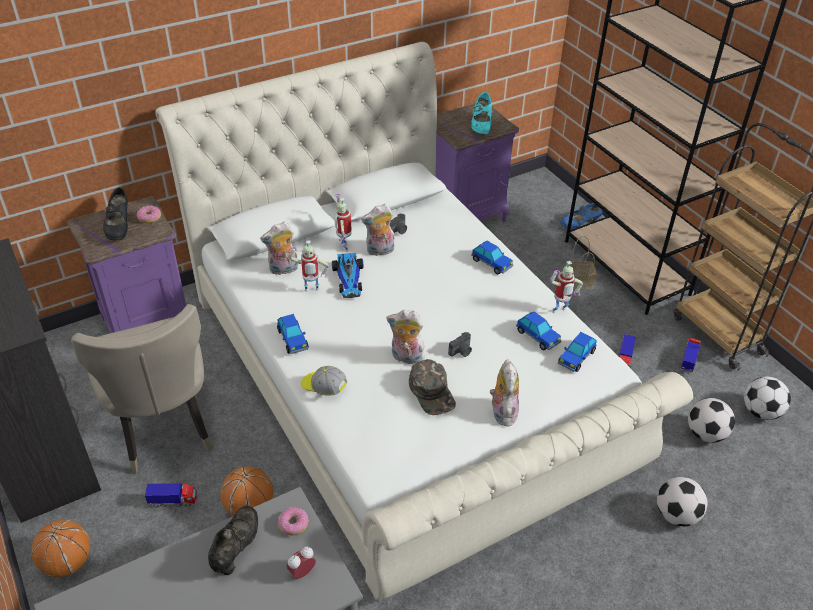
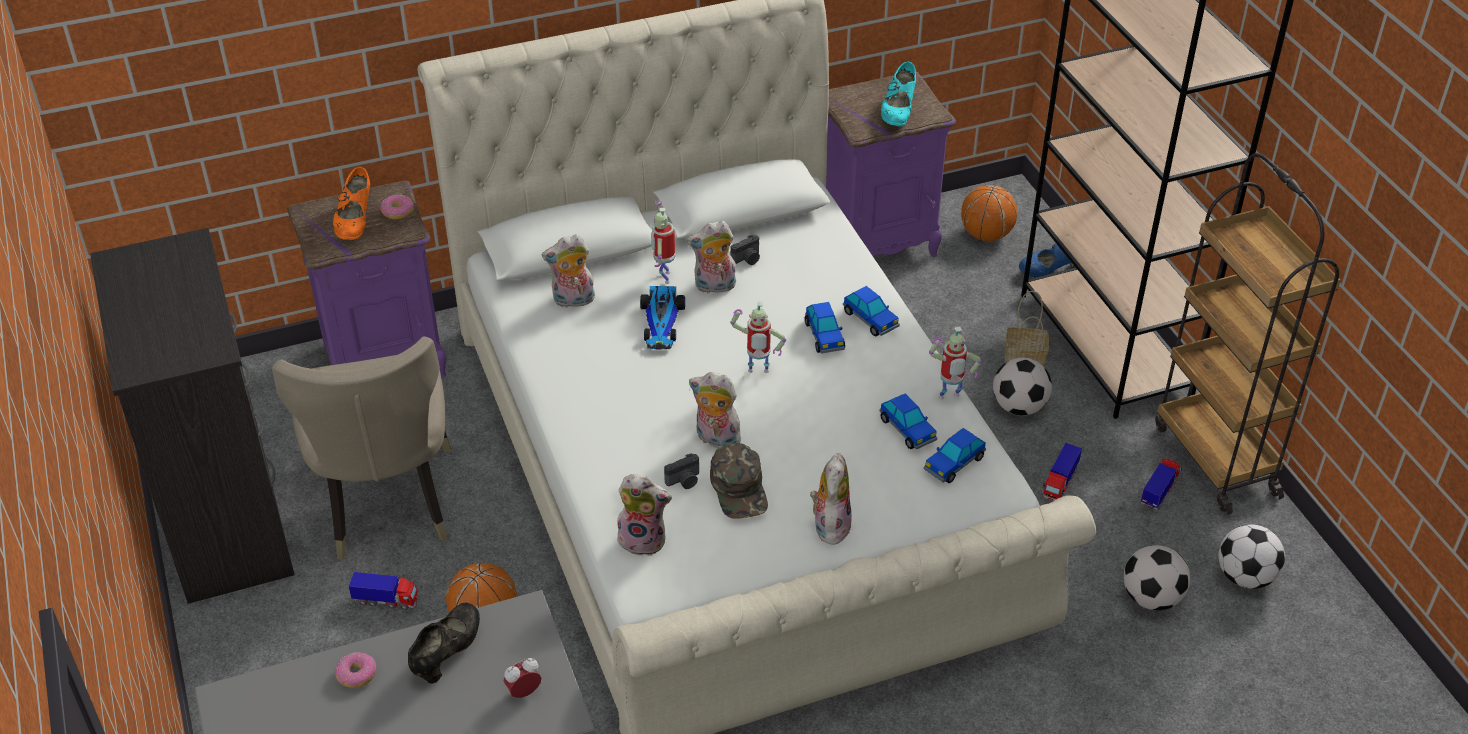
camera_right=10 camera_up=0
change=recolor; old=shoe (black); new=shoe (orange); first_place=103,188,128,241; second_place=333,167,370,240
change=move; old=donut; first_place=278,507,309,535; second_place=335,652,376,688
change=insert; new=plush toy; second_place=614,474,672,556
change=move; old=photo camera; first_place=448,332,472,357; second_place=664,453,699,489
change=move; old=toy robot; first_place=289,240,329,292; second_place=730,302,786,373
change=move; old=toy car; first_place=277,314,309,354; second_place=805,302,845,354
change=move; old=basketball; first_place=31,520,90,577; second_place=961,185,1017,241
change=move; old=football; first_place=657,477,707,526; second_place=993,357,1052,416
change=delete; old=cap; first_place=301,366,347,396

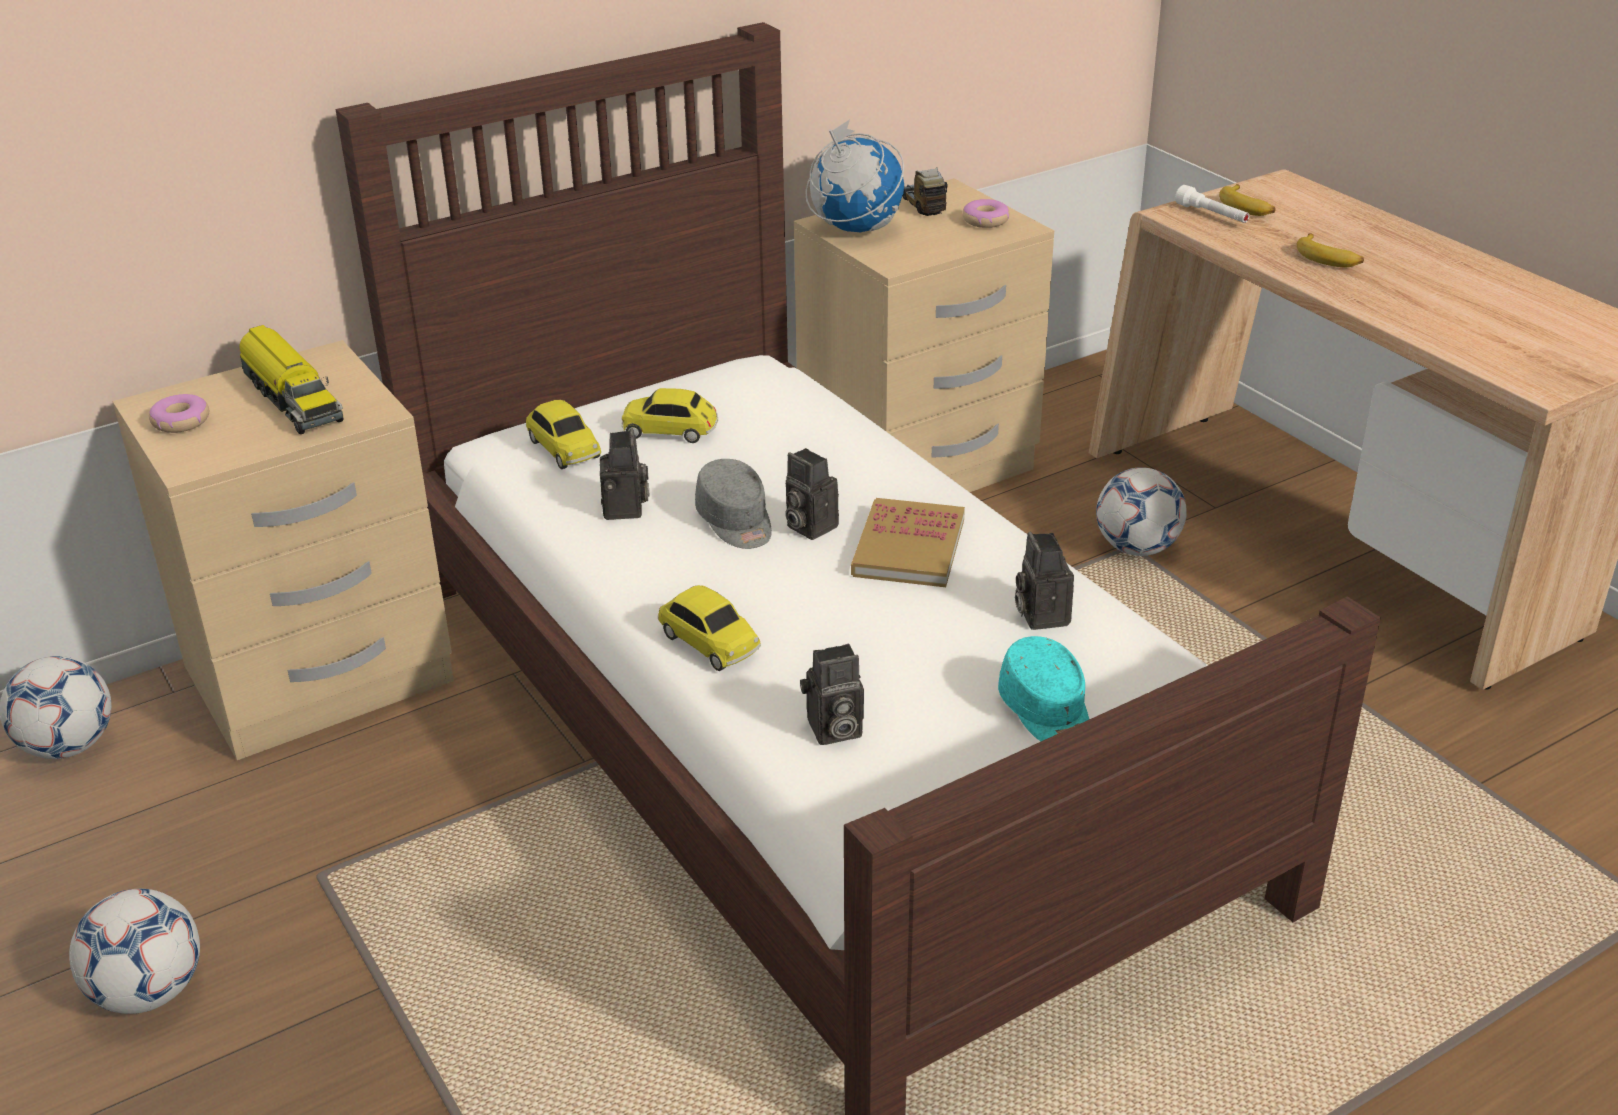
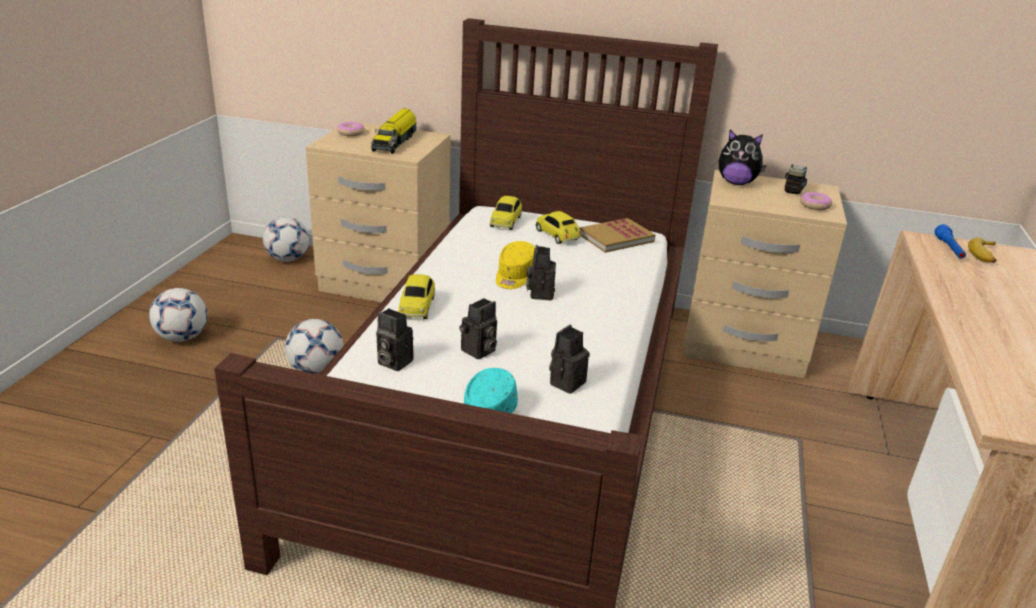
camera_right=45 camera_up=-5
change=move; old=football; first_place=1096,467,1187,556; second_place=285,319,343,374
change=move; old=photo camera; first_place=600,429,650,520; second_place=460,298,497,359
change=recolor; old=cap (grey); new=cap (yellow); first_place=695,459,772,549; second_place=496,241,535,289
change=move; old=book; first_place=851,498,965,587; second_place=579,218,656,253
change=replace; old=globe; new=plush toy; first_place=805,120,904,232; second_place=719,129,767,185
change=recolor; old=flashlight (white); new=flashlight (blue); first_place=1175,185,1249,223; second_place=935,224,966,259
change=delete; old=banana; first_place=1297,233,1364,267

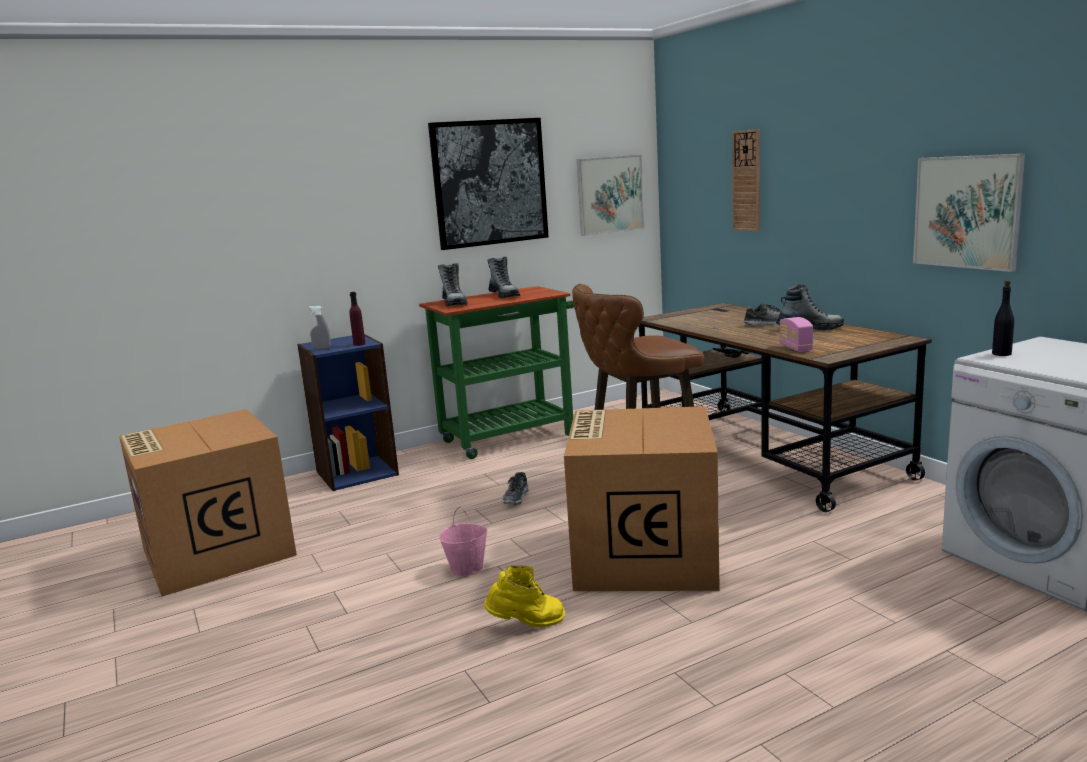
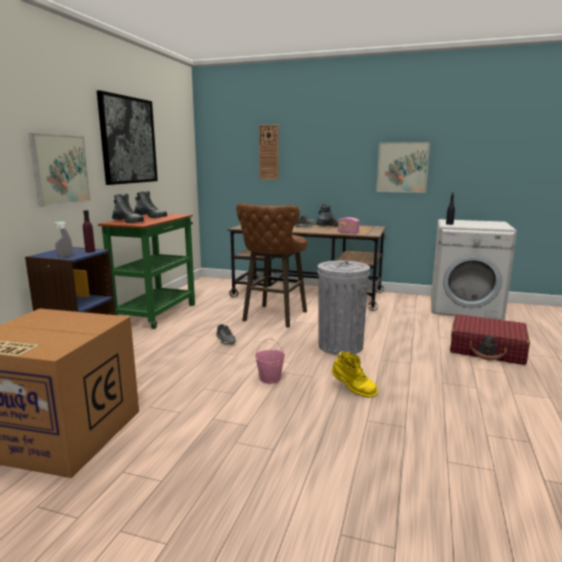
camera_right=-45 camera_up=0
change=move; old=picture; first_place=577,155,644,236; second_place=29,133,91,207
change=replace; old=cardboard box; new=trash can (grey); first_place=564,406,720,591; second_place=318,261,370,355
change=rotate; old=boot (yellow); first_place=484,565,565,627; second_place=332,352,378,398; degrees=90
change=insert; new=suitcase (red); second_place=450,314,530,365

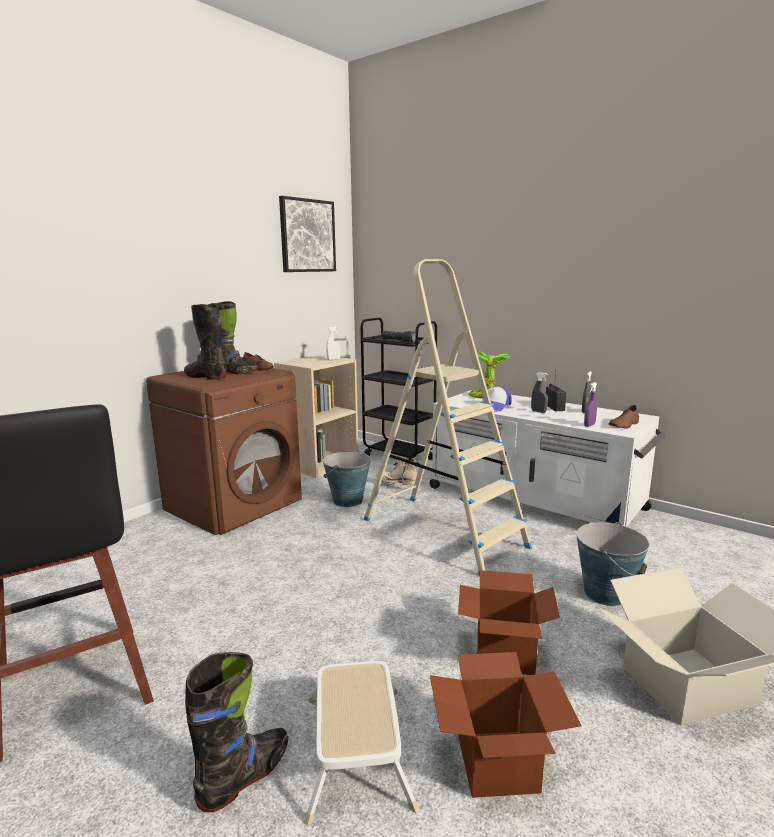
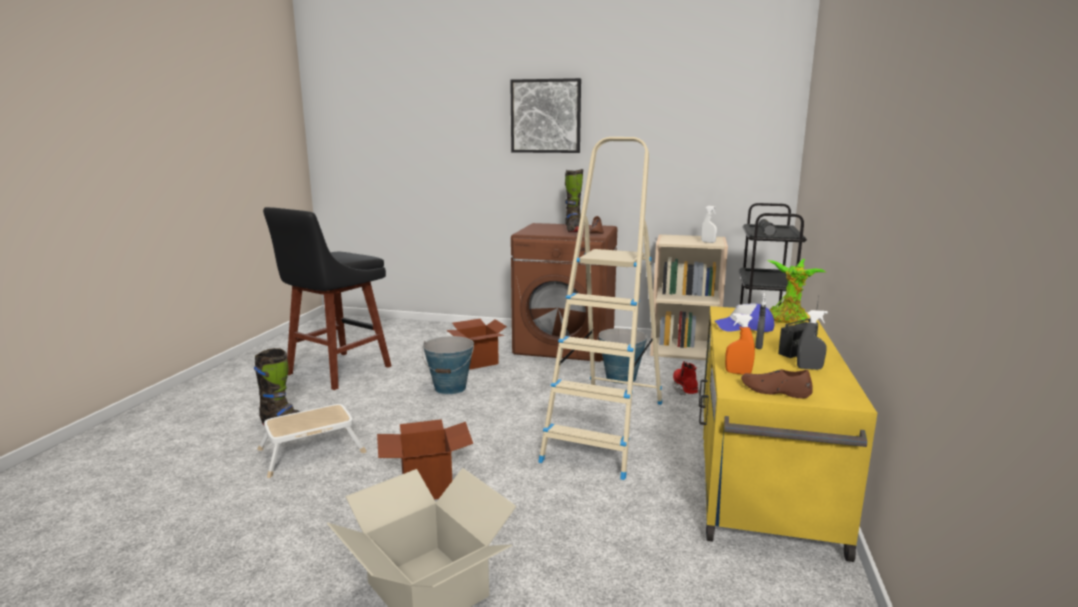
camera_right=65 camera_up=0
change=move; old=bucket; first_place=576,522,650,606; second_place=422,336,474,395
change=move; old=cardboard box; first_place=430,652,581,798; second_place=447,319,507,370
change=move; old=picture; first_place=279,196,336,272; second_place=510,78,581,153
change=recolor; old=boot (beige); new=boot (red); first_place=376,460,417,489; second_place=672,361,700,395
change=recolor; old=cabinet (white); new=cabinet (yellow); first_place=430,390,665,527; second_place=699,306,877,562
change=recolor; old=spray bottle (purple); new=spray bottle (orange); first_place=584,382,597,427; second_place=725,313,755,374
change=delete; old=boot (black); first_place=184,304,227,380

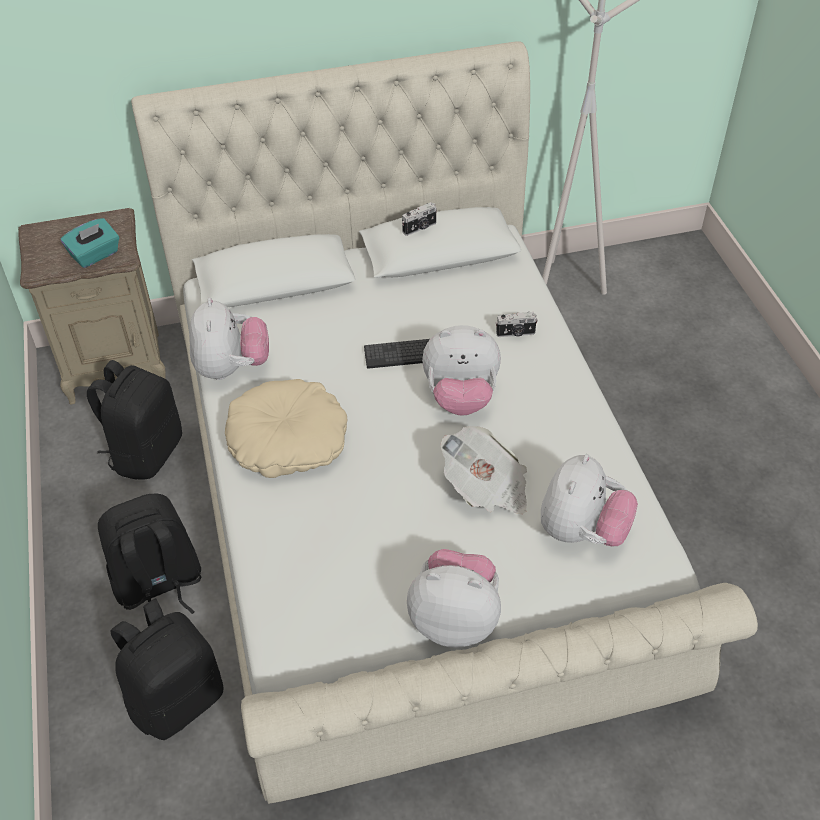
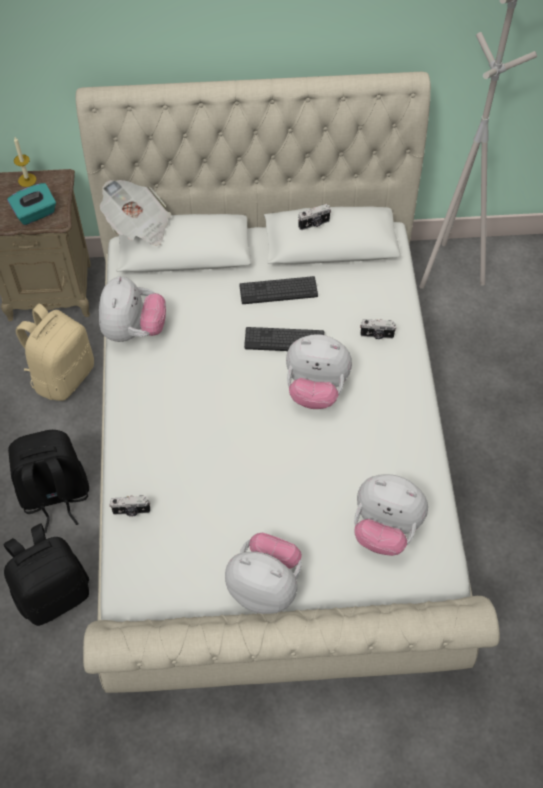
camera_right=10 camera_up=10
change=insert; new=candle; second_place=14,137,36,187
change=recolor; old=backpack (black); new=backpack (beige); first_place=87,360,182,480; second_place=16,304,94,401
change=move; old=newspaper; first_place=441,426,527,514; second_place=100,180,171,246
change=insert; new=photo camera; second_place=109,495,150,517
change=insert; new=keyboard; second_place=239,276,318,304
change=rotate; old=plush toy; first_place=541,454,638,547; second_place=354,474,428,556; degrees=75
change=delete; old=pillow (beige); first_place=225,379,347,478

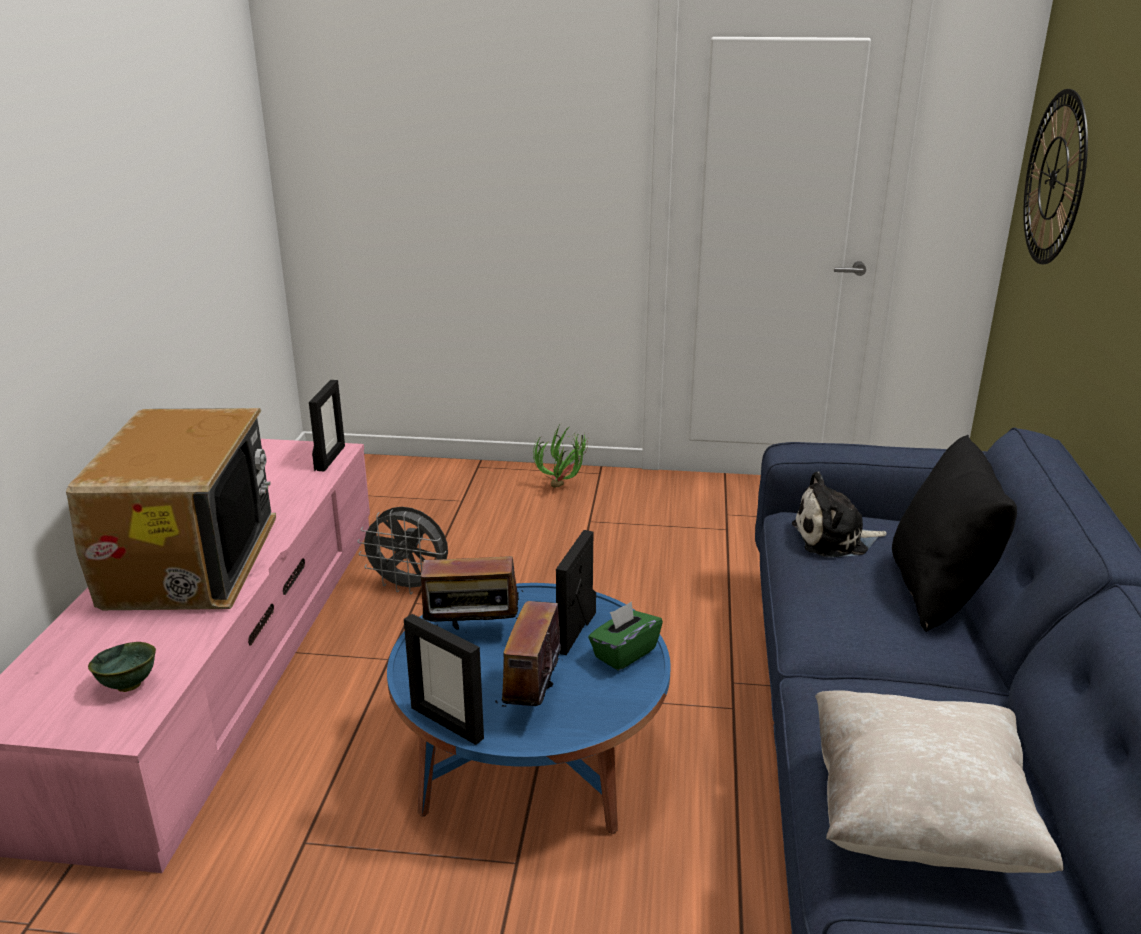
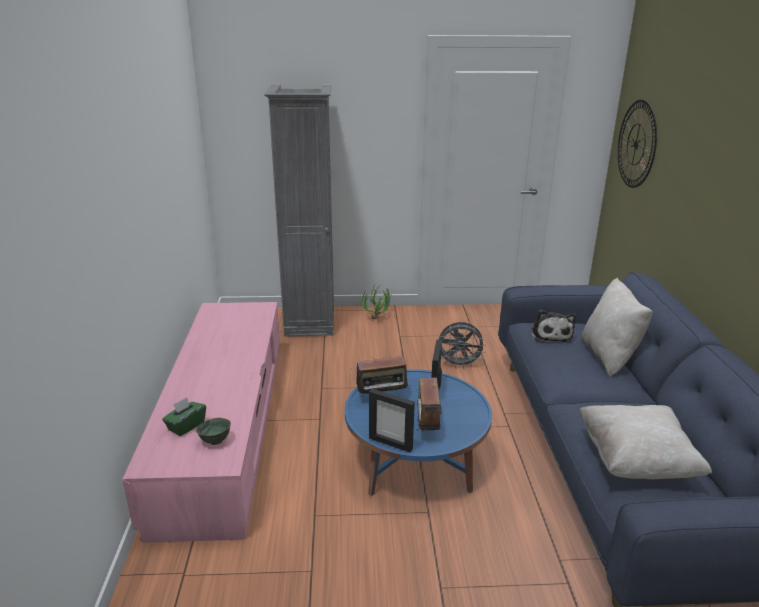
camera_right=-10 camera_up=0
change=move; old=tissue box (green); first_place=588,601,663,671; second_place=162,397,206,436
change=insert; new=cabinet (grey); second_place=264,84,334,336
change=move; old=fan (grey); first_place=357,507,448,594; second_place=439,322,486,369
change=rotate; old=plush toy; first_place=792,472,887,557; second_place=531,310,576,343; degrees=-75
change=recolor; old=pillow (black); new=pillow (beige); first_place=892,435,1017,632; second_place=581,278,652,376
change=delete; old=television; first_place=66,408,276,610
change=delete; old=picture frame; first_place=309,380,345,472

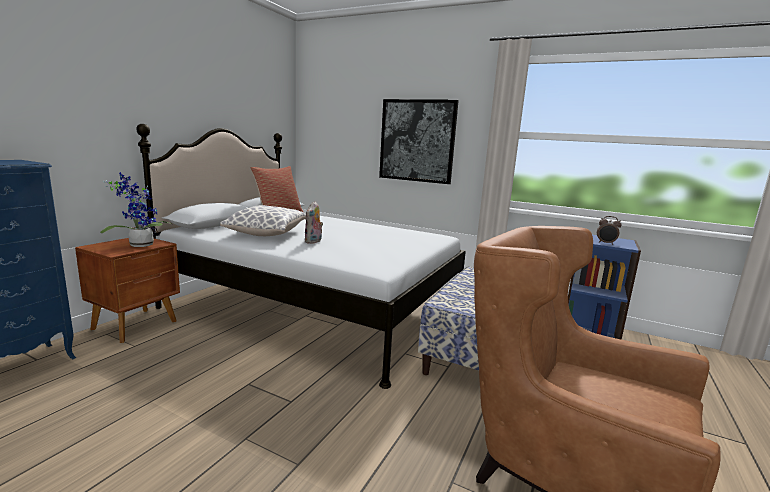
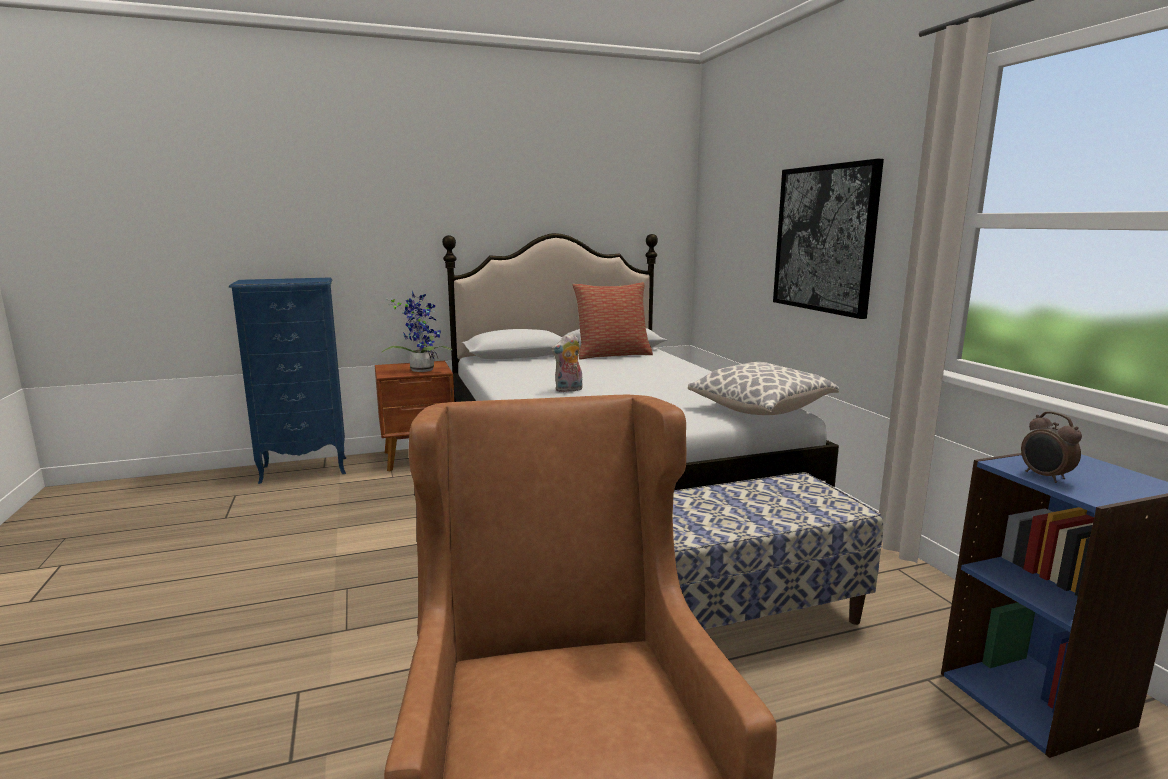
camera_right=45 camera_up=0
change=move; old=pillow; first_place=220,205,306,236; second_place=688,362,839,415

